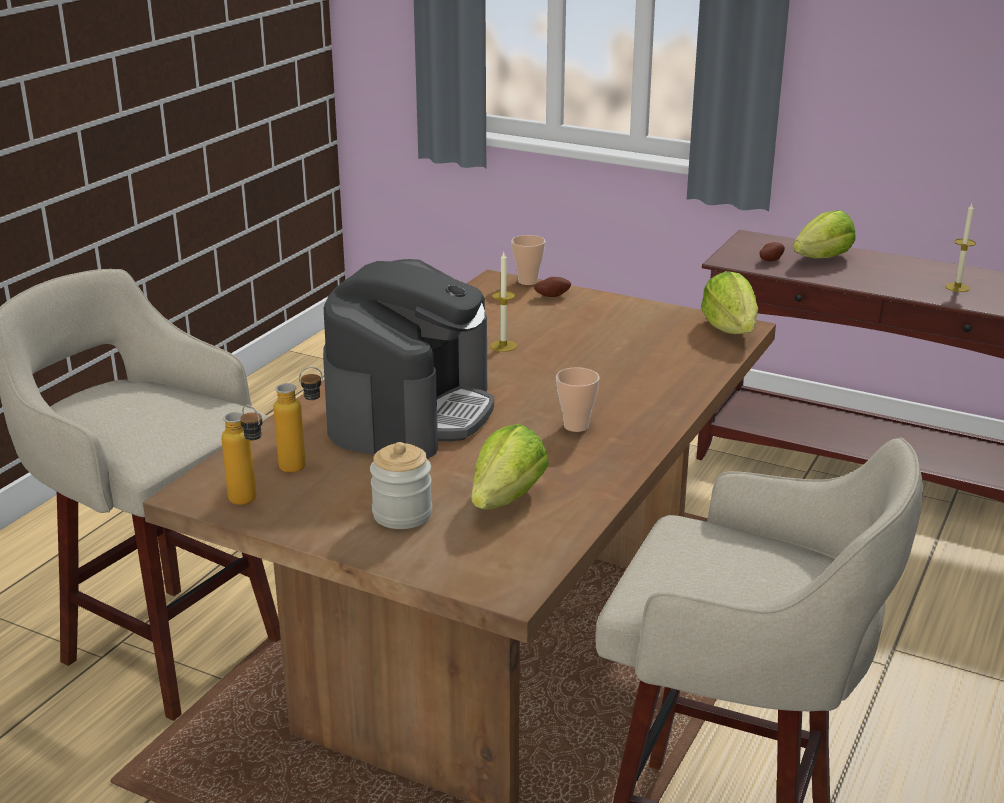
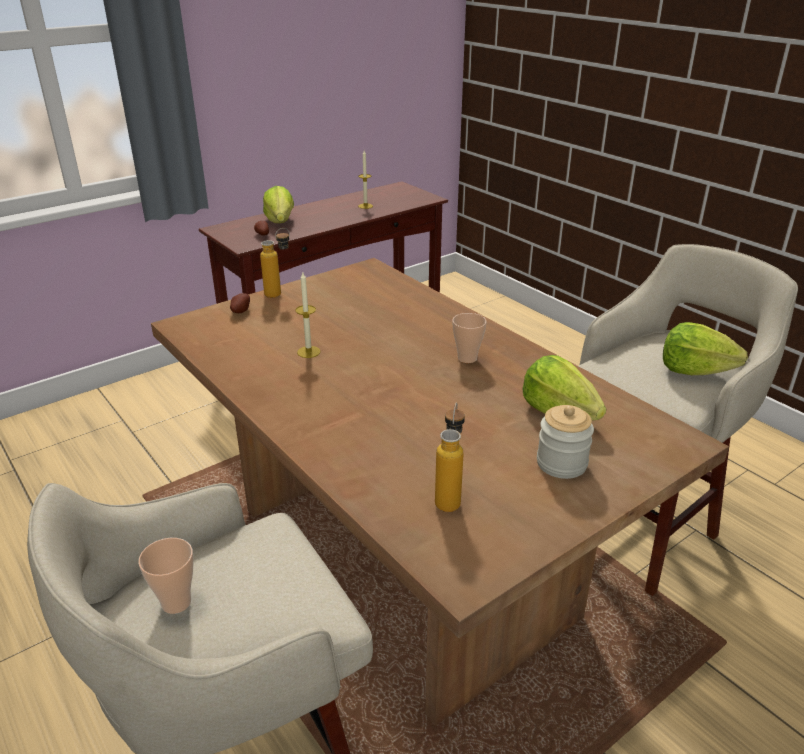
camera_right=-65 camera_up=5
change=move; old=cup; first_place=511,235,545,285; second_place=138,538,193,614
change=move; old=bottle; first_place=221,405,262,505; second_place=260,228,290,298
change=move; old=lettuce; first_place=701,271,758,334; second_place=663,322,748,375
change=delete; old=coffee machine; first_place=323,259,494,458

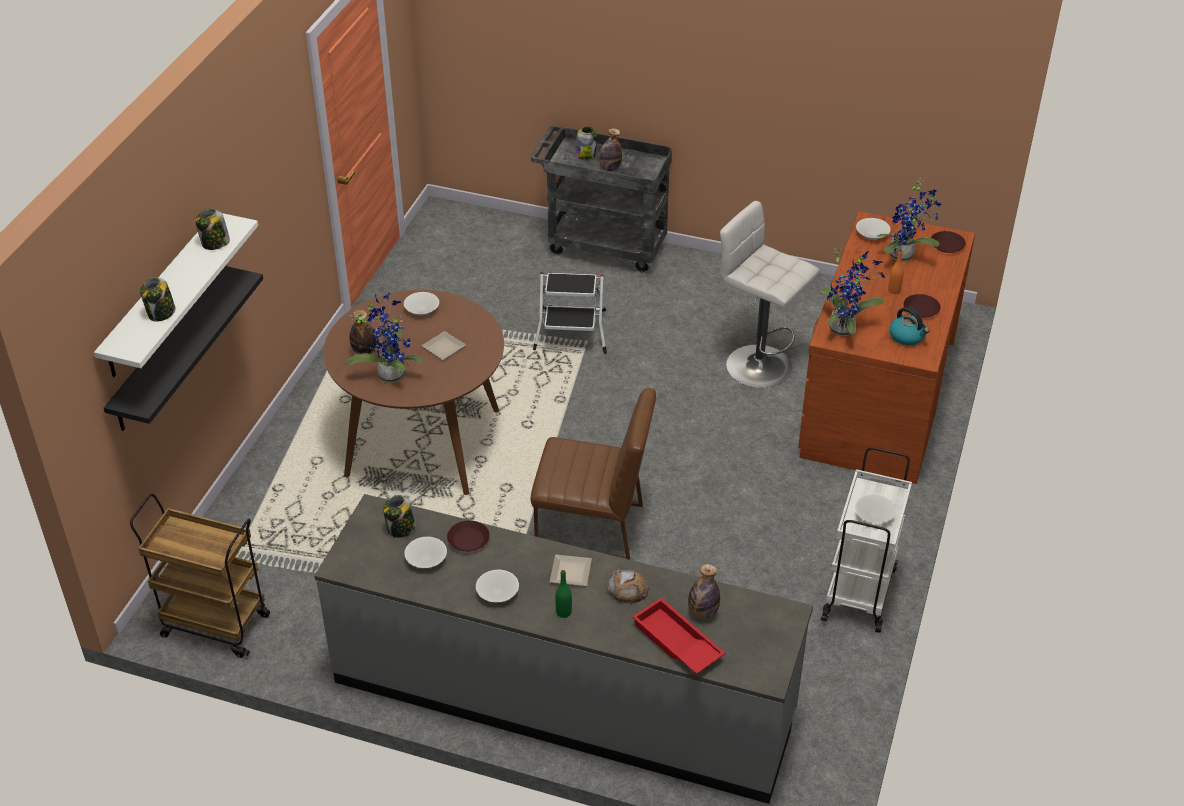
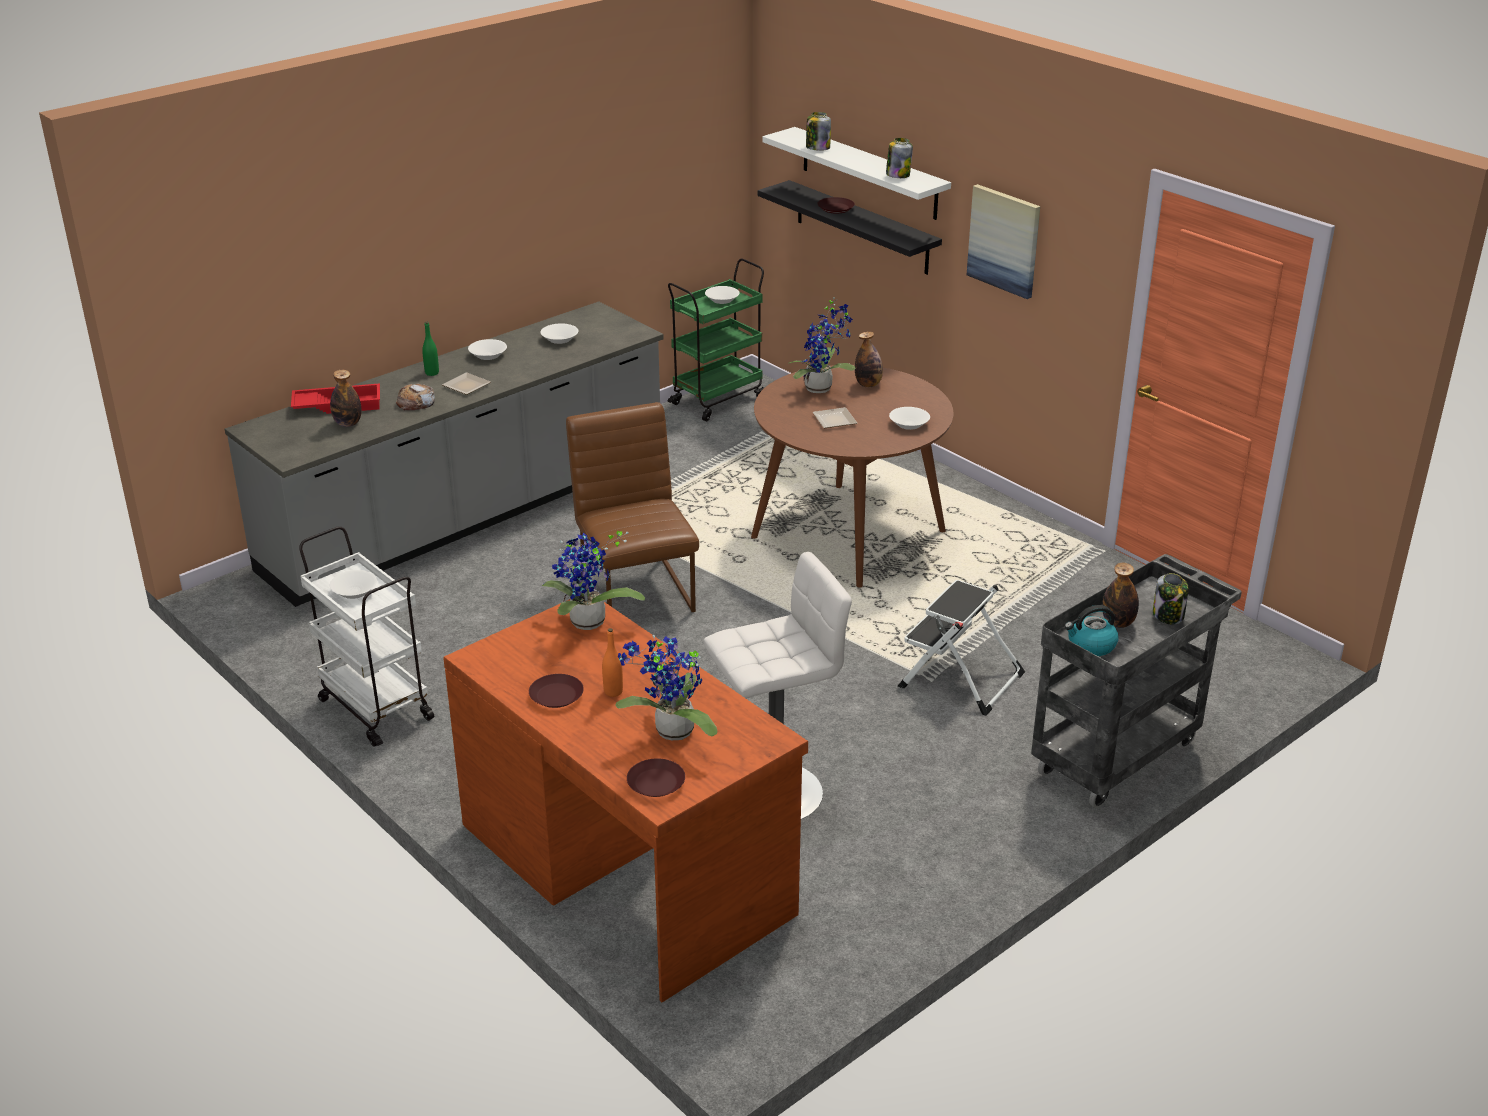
camera_right=120 camera_up=-10
change=rotate; old=chair (brown); first_place=531,388,656,560; second_place=566,402,699,612; degrees=120
change=recolor; old=cart (brown); new=cart (green); first_place=130,494,270,658; second_place=668,259,764,421
change=move; old=bowl (white); first_place=856,218,891,240; second_place=705,286,739,304
change=move; old=plate (brown); first_place=447,520,490,552; second_place=817,197,855,214
change=insert; new=picture; second_place=967,184,1040,299
change=move; old=kettle; first_place=890,307,929,346; second_place=1065,605,1118,656
change=delete; old=jar; first_place=383,496,416,538

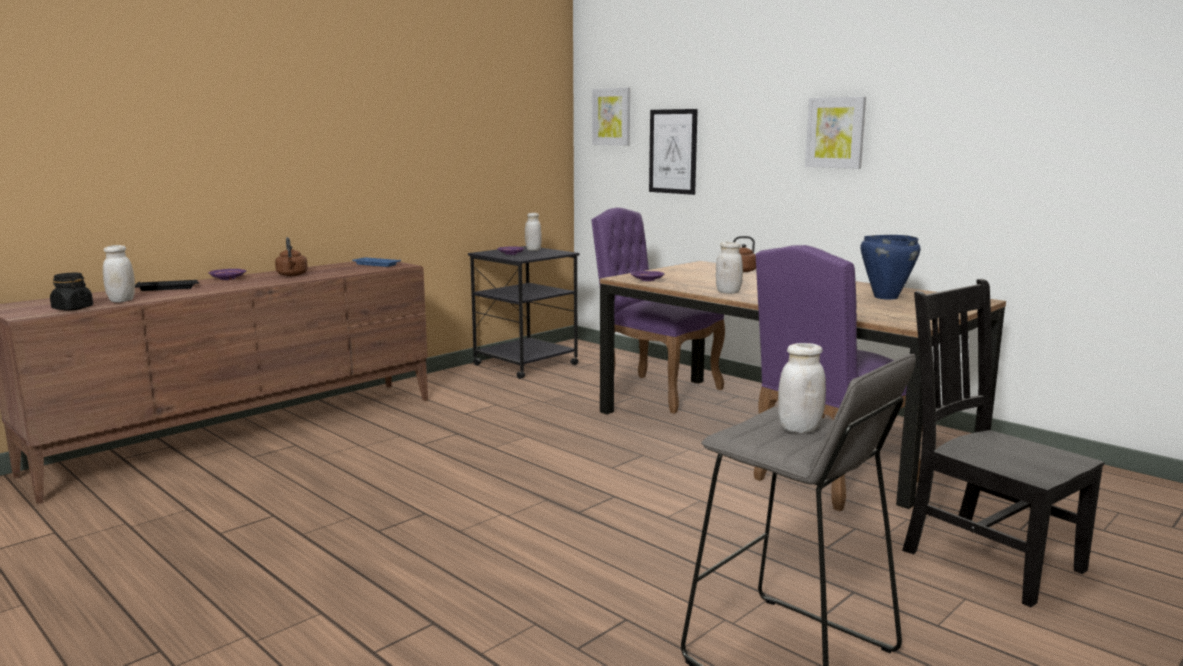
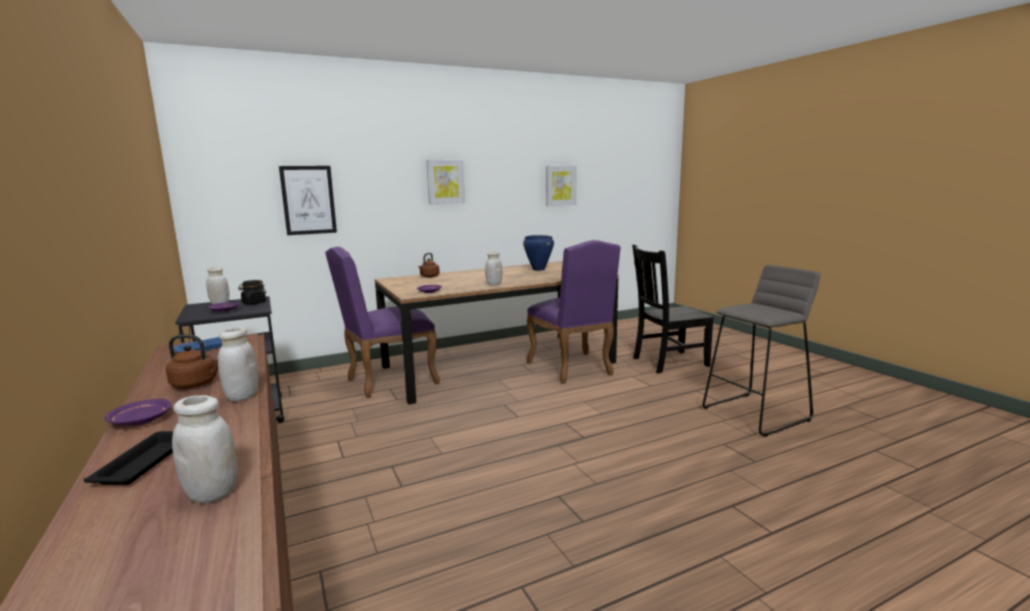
camera_right=-70 camera_up=0
change=move; old=jar (white); first_place=778,343,826,433; second_place=218,327,258,401
change=move; old=jar (black); first_place=50,273,93,311; second_place=238,280,266,304
change=move; old=picture; first_place=592,87,630,146; second_place=546,166,577,206

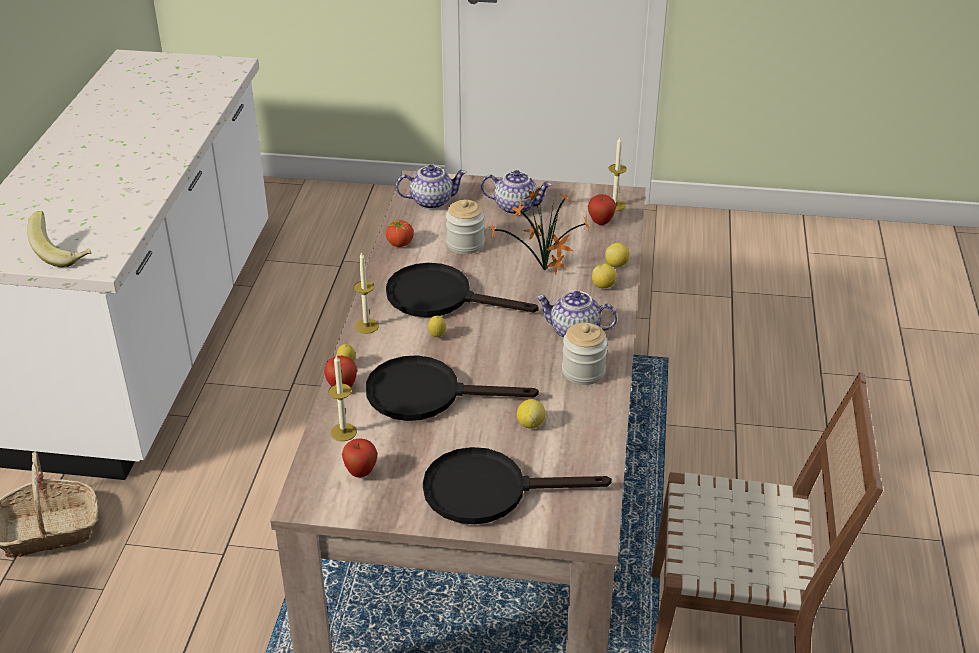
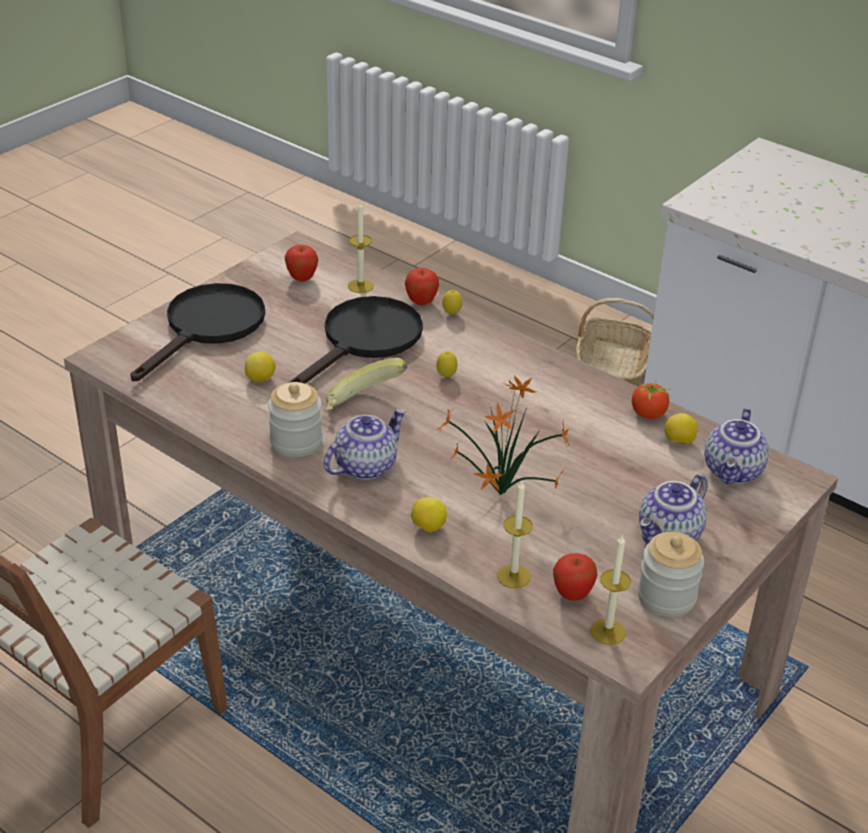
camera_right=120 camera_up=0
change=move; old=banana; first_place=27,211,92,267; second_place=324,358,407,412
change=move; old=candle; first_place=354,252,379,334; second_place=497,481,533,588
change=move; old=jar; first_place=446,200,485,254; second_place=638,532,704,617
change=move; old=lemon; first_place=605,243,630,267; second_place=665,413,698,444
change=delete; old=frying pan (black); first_place=386,263,539,317

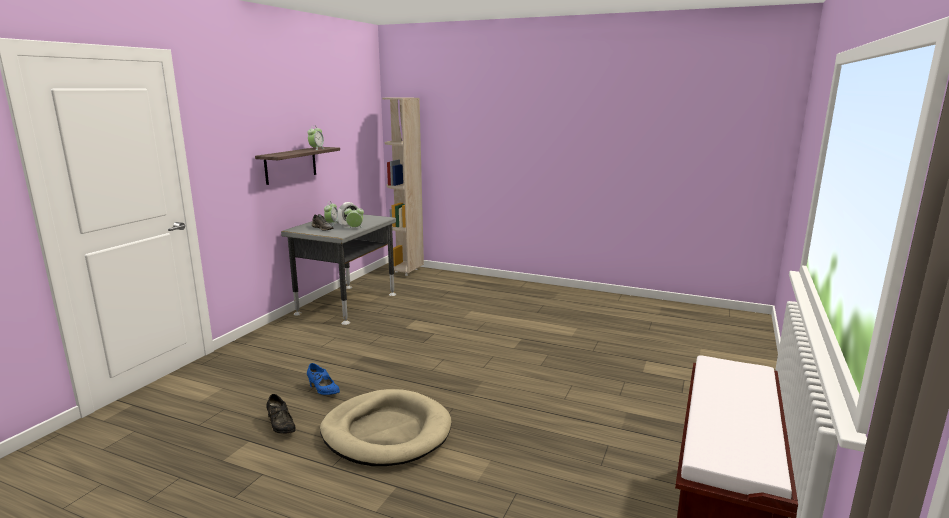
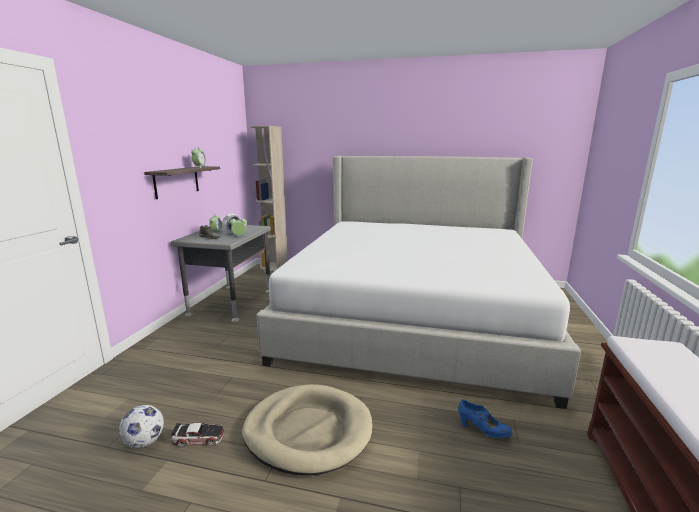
camera_right=-10 camera_up=0
change=insert; new=football; second_place=119,405,164,448
change=replace; old=shoe (black); new=toy car; first_place=266,394,295,434; second_place=171,422,225,447
change=insert; new=bed; second_place=256,156,581,409
change=move; old=shoe (blue); first_place=307,363,340,395; second_place=458,399,512,438

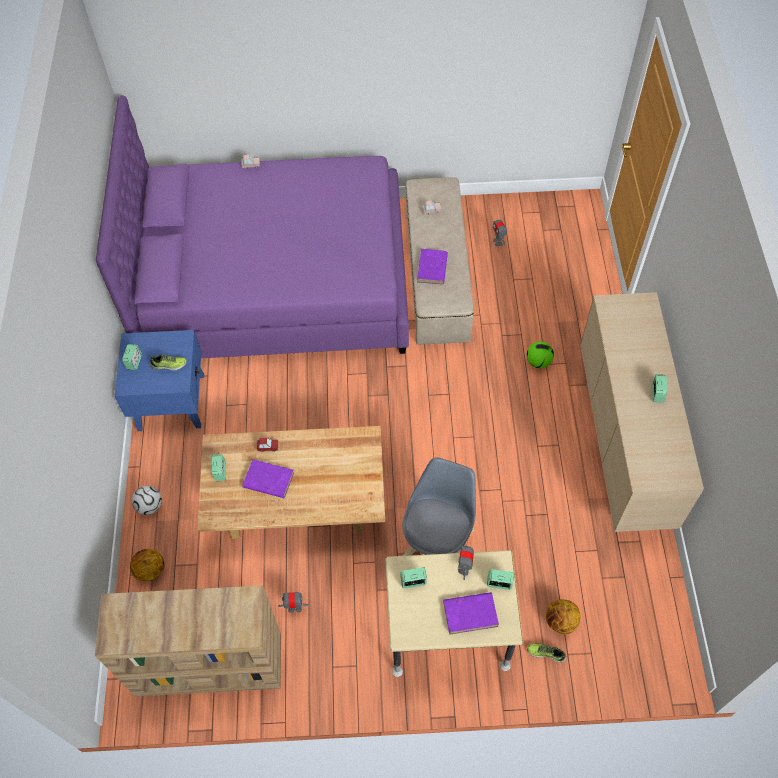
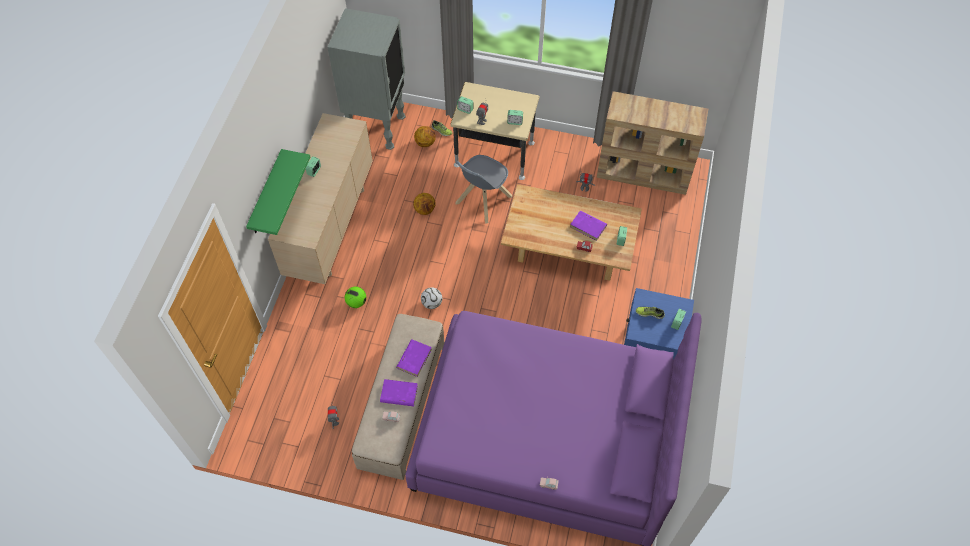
camera_right=-165 camera_up=0
change=insert; new=shelf (green); second_place=246,149,310,235
change=insert; new=cabinet (grey); second_place=327,8,406,150
change=move; old=book (purple); first_place=443,592,499,635; second_place=380,379,418,406
change=move; old=basketball; first_place=130,549,164,581; second_place=413,193,436,215
change=move; old=football; first_place=132,486,162,515; second_place=421,287,442,309

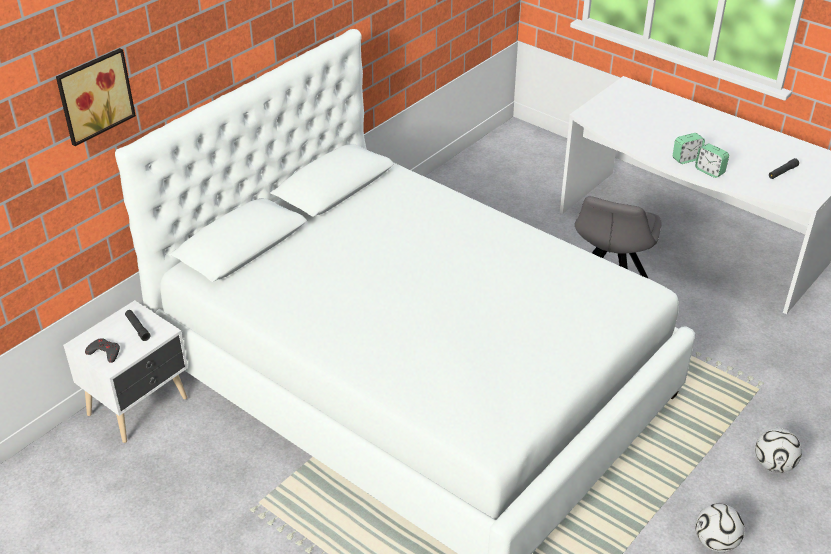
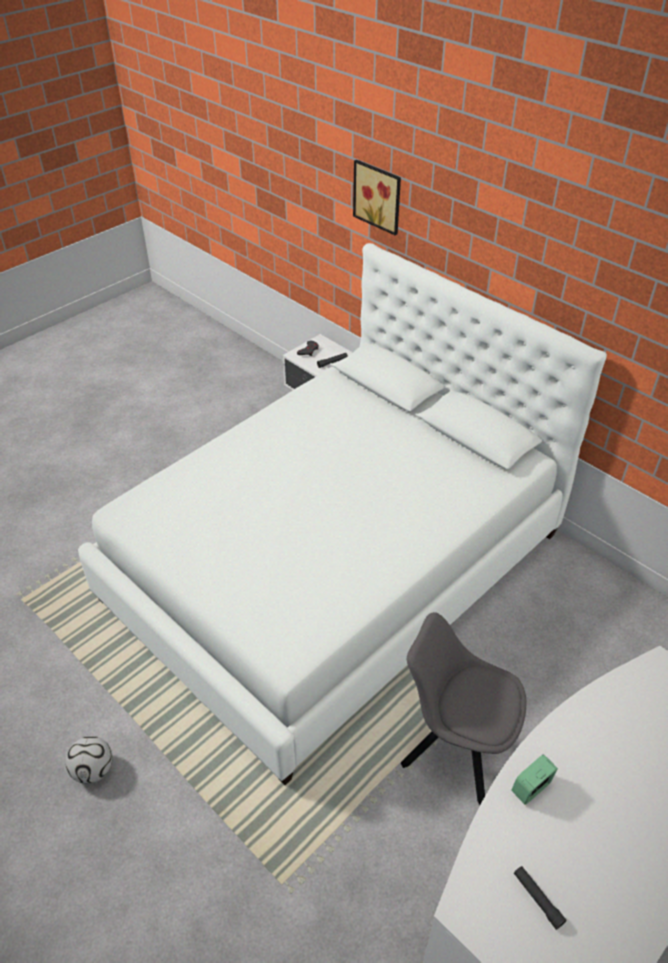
camera_right=95 camera_up=5
change=delete; old=alarm clock; first_place=673,133,705,164
change=delete; old=football; first_place=755,428,802,473

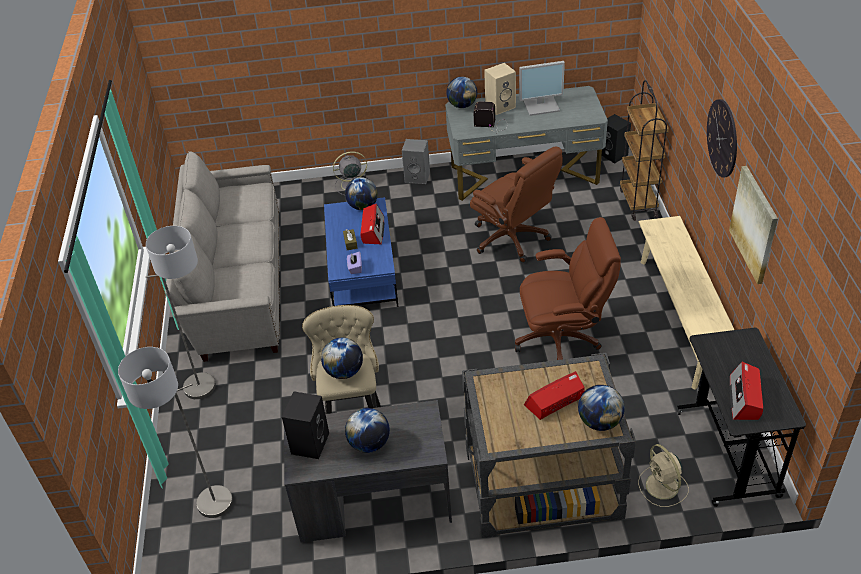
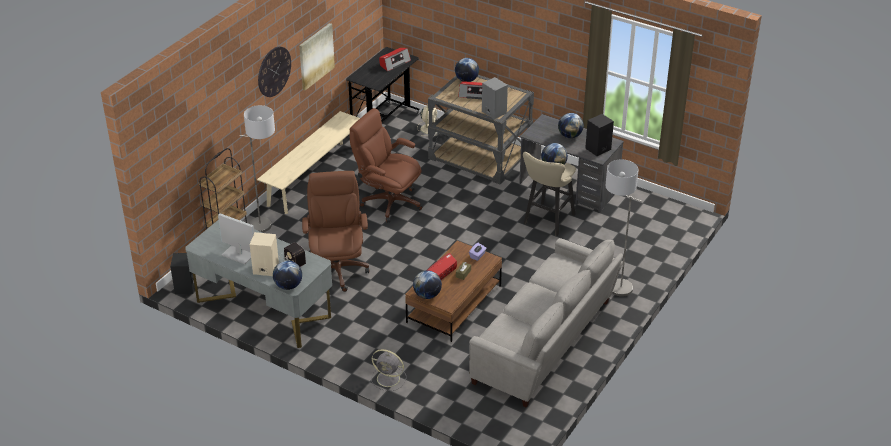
camera_right=-145 camera_up=-5
change=move; old=floor lamp (grey); first_place=118,347,233,518; second_place=240,105,275,232
change=recolor; old=coffee table (blue); new=coffee table (brown); first_place=324,197,398,307; second_place=405,241,502,342
change=move; old=speaker (grey); first_place=402,139,430,184; second_place=482,77,508,119

